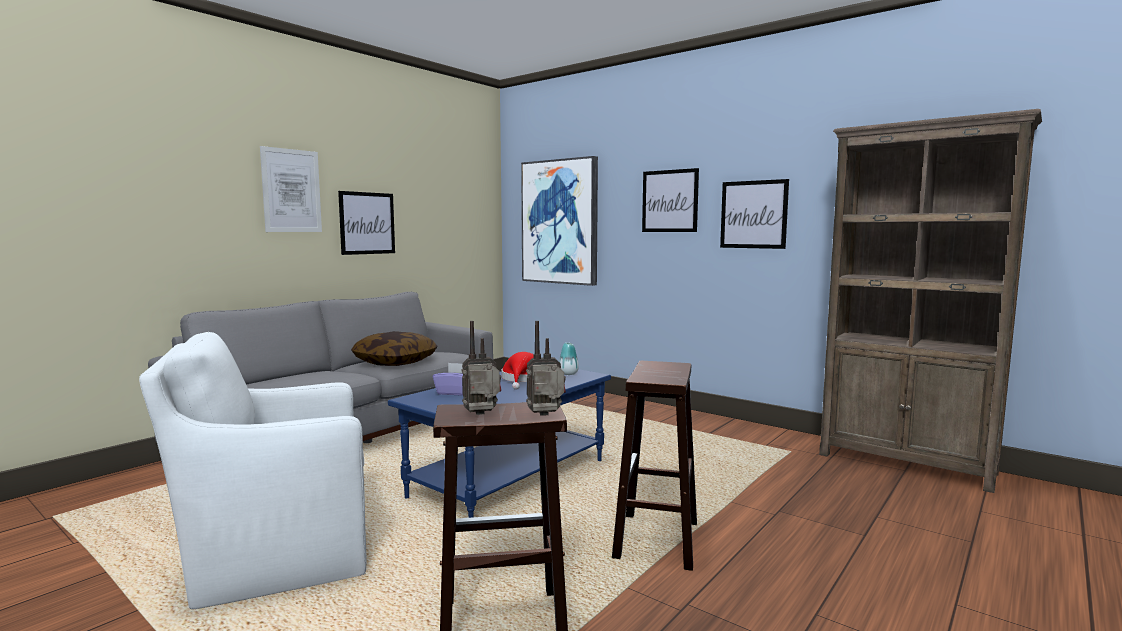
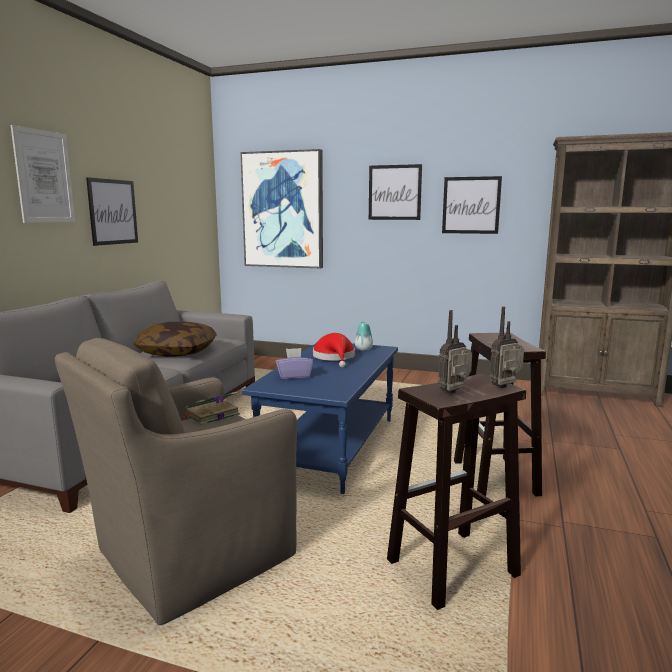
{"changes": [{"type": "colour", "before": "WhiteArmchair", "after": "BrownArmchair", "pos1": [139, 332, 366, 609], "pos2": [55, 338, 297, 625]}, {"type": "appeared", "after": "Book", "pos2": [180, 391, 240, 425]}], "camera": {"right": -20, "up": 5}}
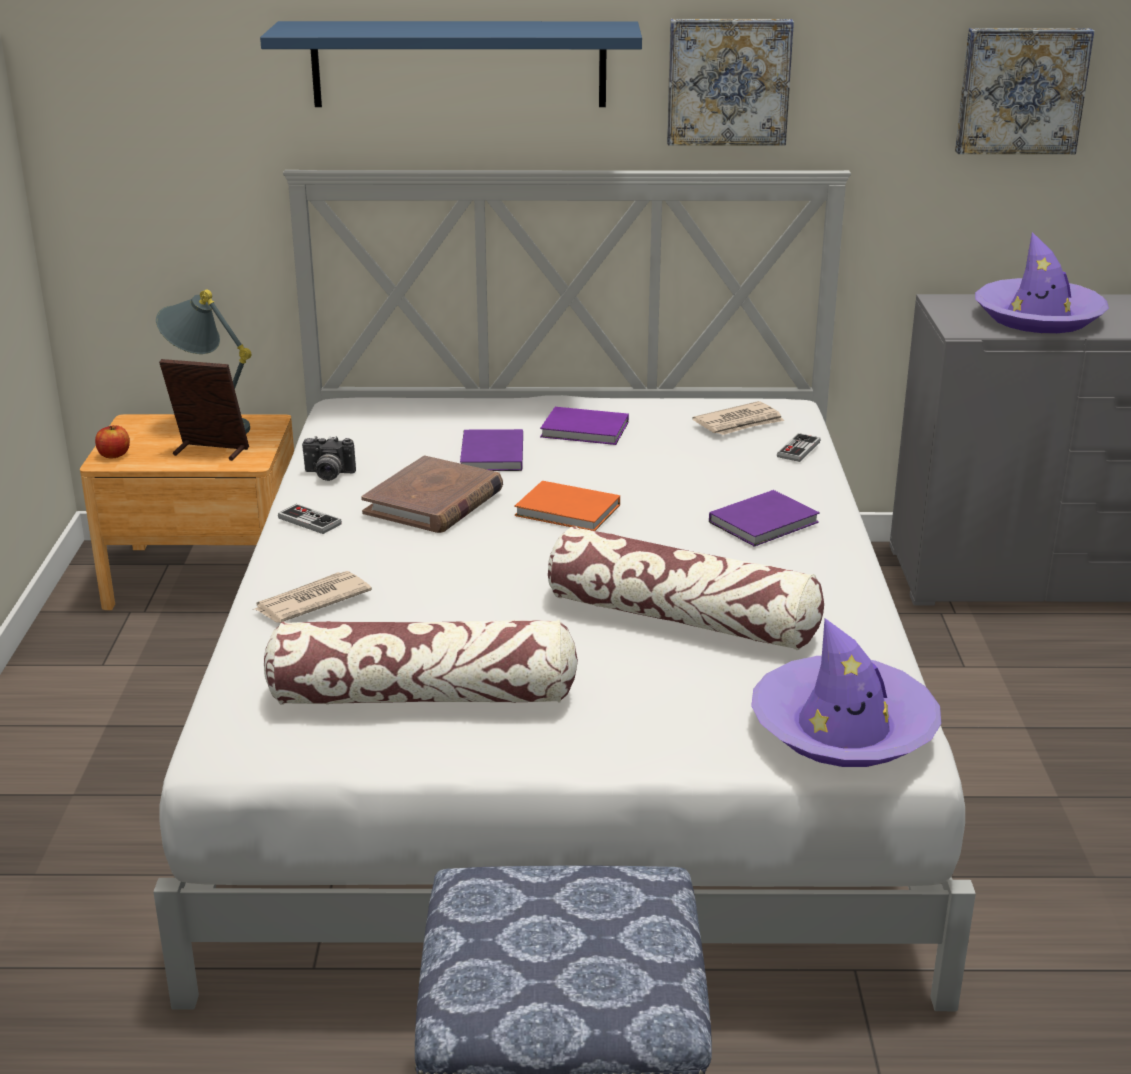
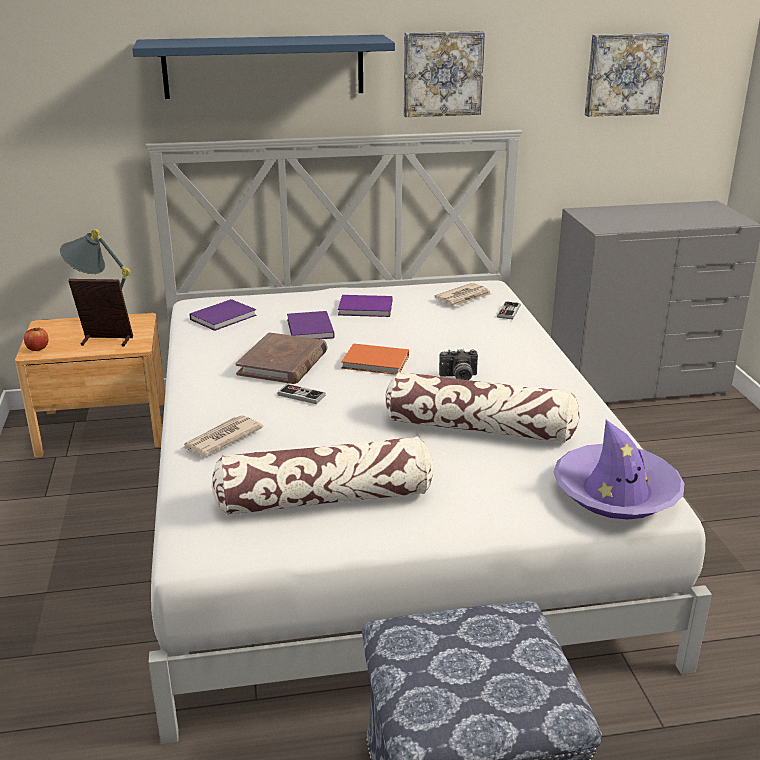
{"changes": [{"type": "relocated", "before": "GameController", "pos1": [278, 504, 342, 534], "pos2": [277, 384, 326, 404]}, {"type": "relocated", "before": "PhotoCamera", "pos1": [302, 436, 356, 481], "pos2": [439, 349, 478, 380]}, {"type": "relocated", "before": "PurpleBook", "pos1": [709, 490, 820, 547], "pos2": [190, 299, 257, 331]}, {"type": "missing", "before": "PurpleHat", "pos1": [975, 232, 1109, 333]}], "camera": {"right": -10, "up": 0}}
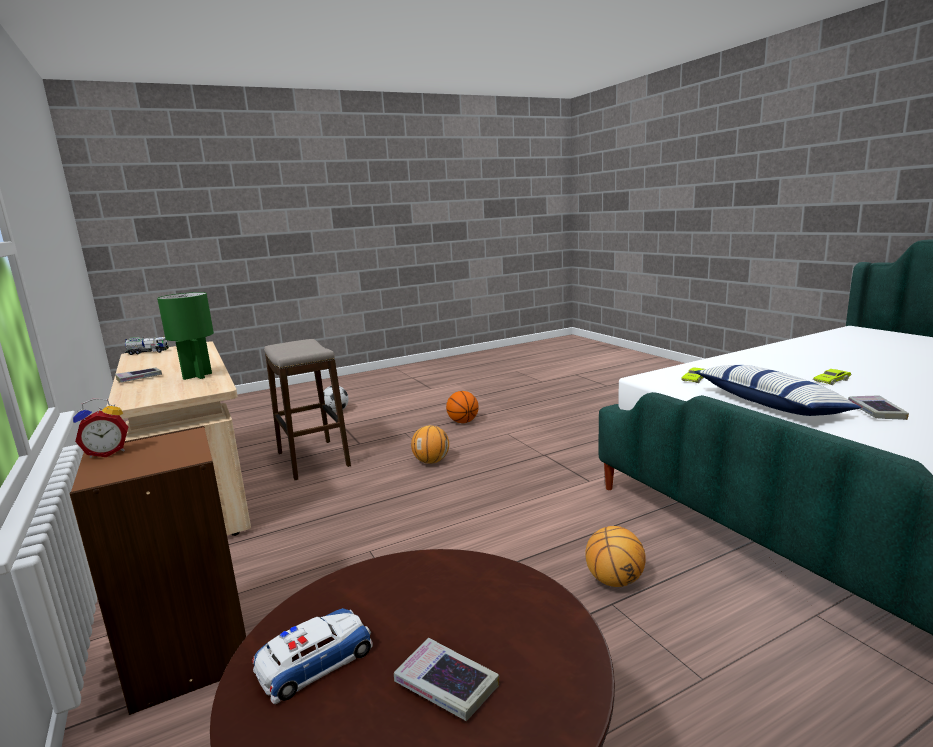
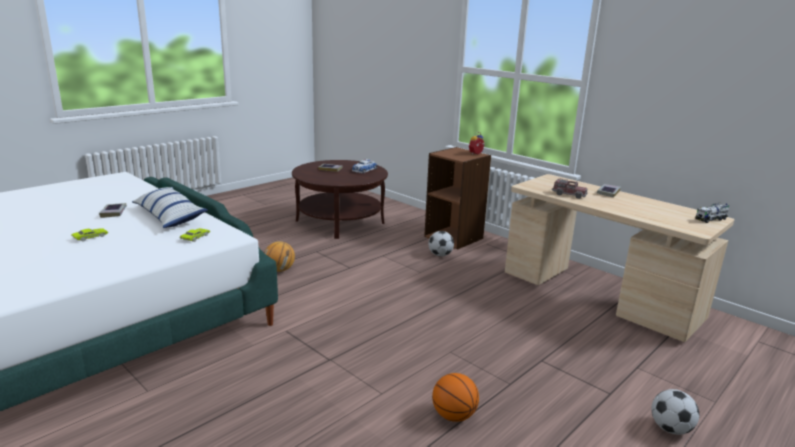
{"changes": [{"type": "exchanged", "before": "GreenTableLamp", "after": "ToyTruck", "pos1": [157, 292, 214, 380], "pos2": [552, 178, 588, 199]}, {"type": "missing", "before": "Stool", "pos1": [264, 339, 351, 480]}, {"type": "missing", "before": "Basketball", "pos1": [411, 425, 449, 464]}, {"type": "appeared", "after": "Football", "pos2": [428, 231, 454, 257]}], "camera": {"right": 160, "up": 5}}
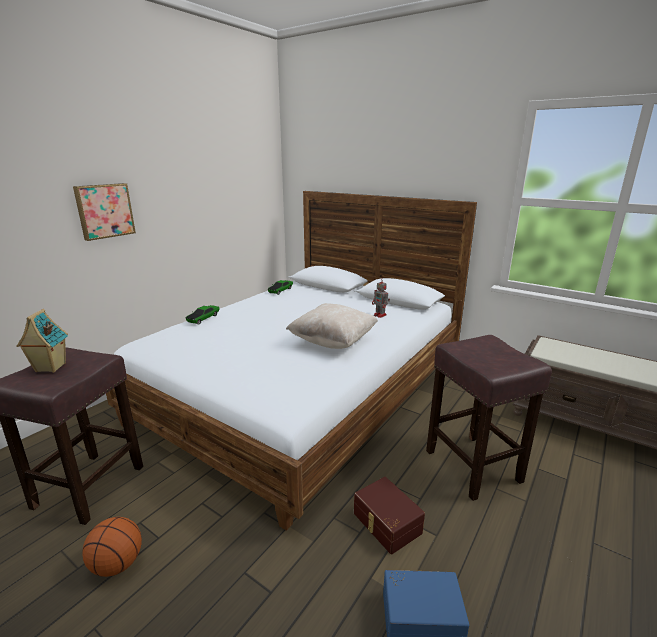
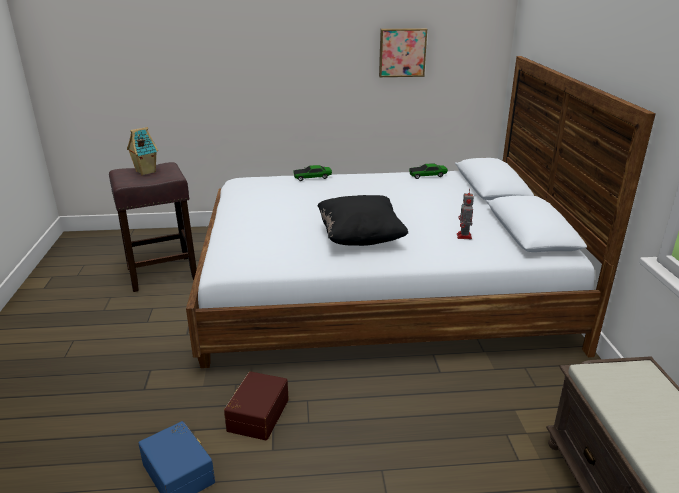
{"changes": [{"type": "relocated", "before": "Picture", "pos1": [73, 183, 136, 241], "pos2": [379, 28, 427, 77]}, {"type": "missing", "before": "Basketball", "pos1": [82, 517, 142, 577]}, {"type": "colour", "before": "BeigePillow", "after": "BlackPillow", "pos1": [286, 303, 378, 349], "pos2": [318, 195, 408, 246]}, {"type": "missing", "before": "BrownStool", "pos1": [426, 335, 552, 501]}], "camera": {"right": 50, "up": 5}}
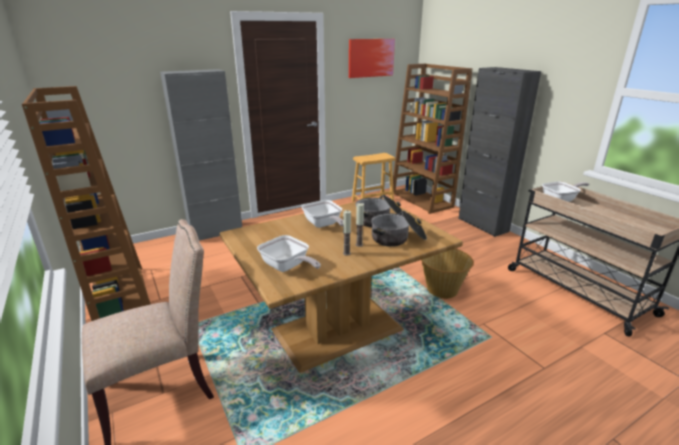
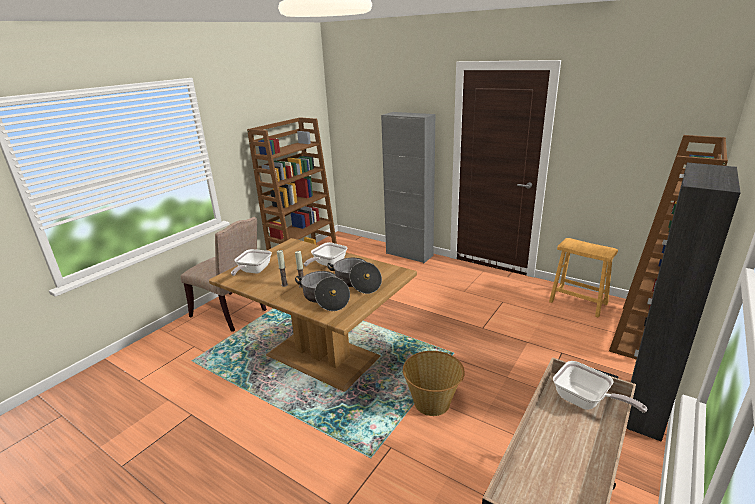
{"changes": [{"type": "missing", "before": "Picture", "pos1": [349, 39, 395, 78]}], "camera": {"right": 65, "up": 0}}
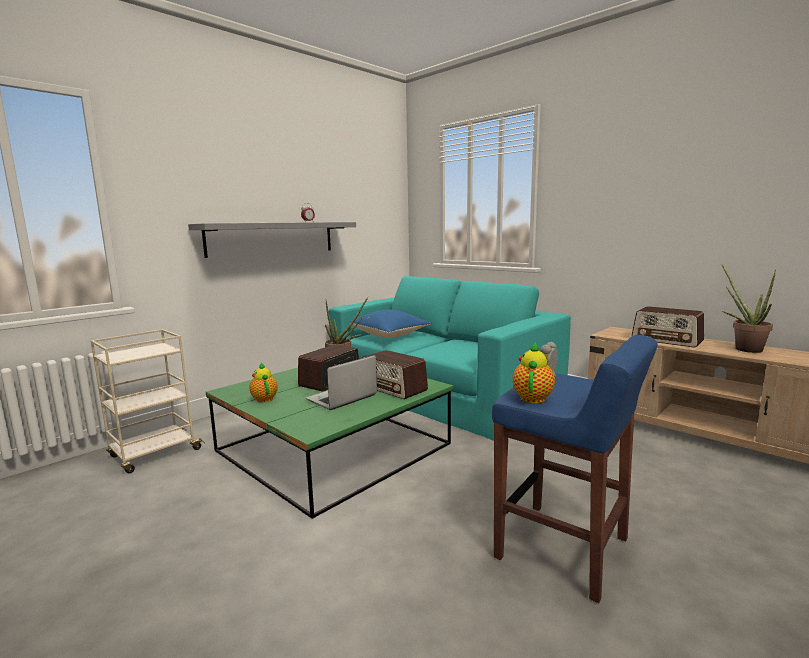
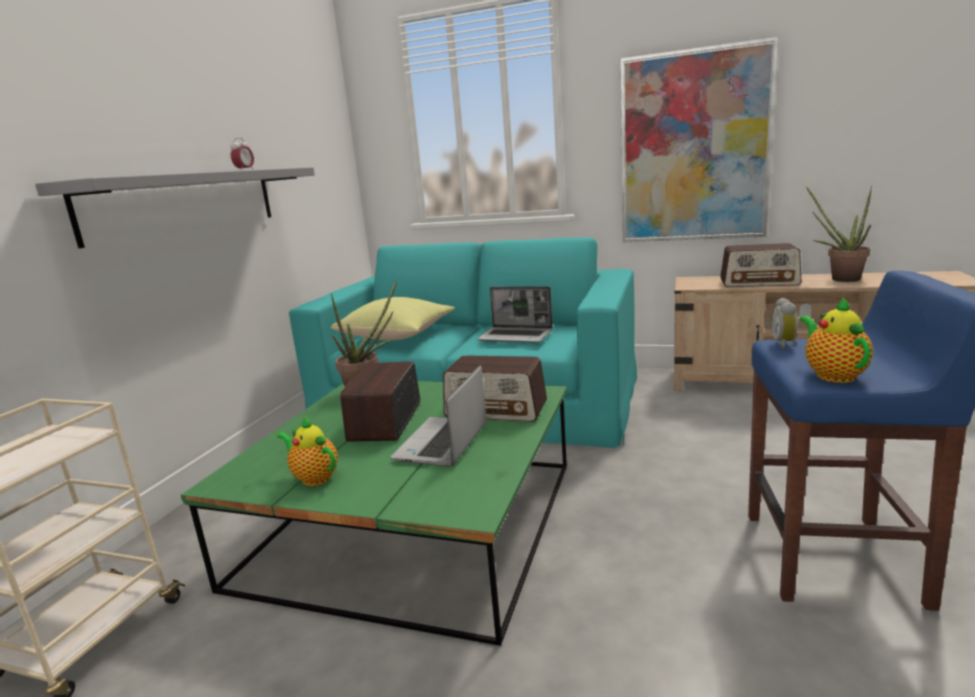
{"changes": [{"type": "colour", "before": "BluePillow", "after": "YellowPillow", "pos1": [349, 310, 432, 338], "pos2": [331, 297, 455, 340]}, {"type": "appeared", "after": "Laptop", "pos2": [477, 286, 553, 343]}, {"type": "appeared", "after": "Picture", "pos2": [621, 37, 778, 242]}], "camera": {"right": -25, "up": 5}}
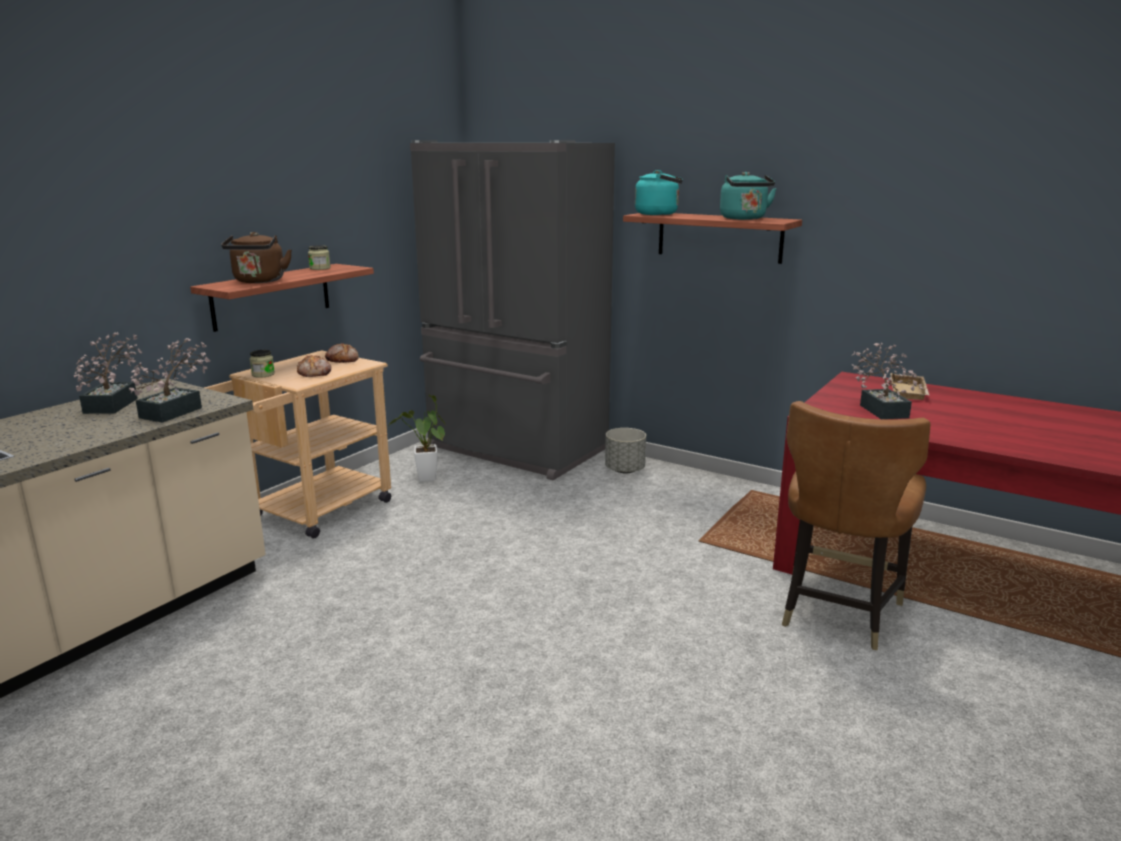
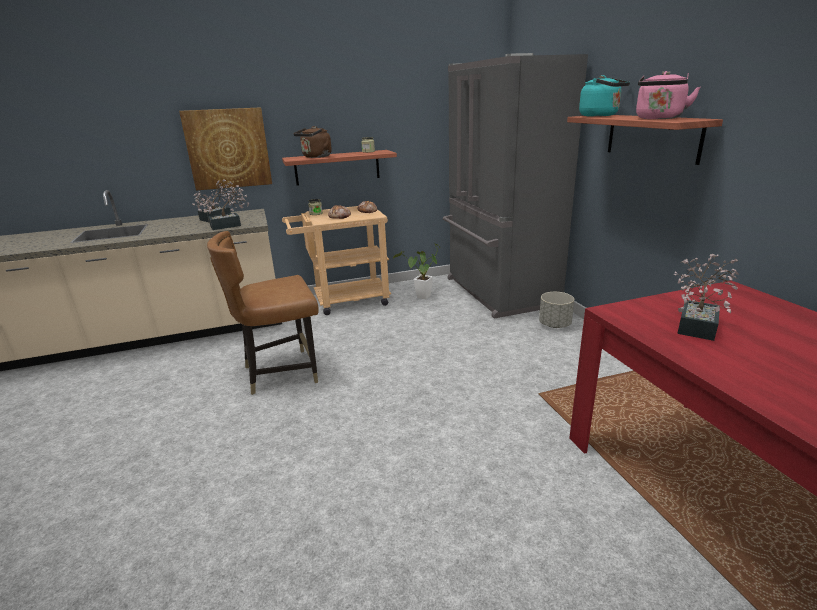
{"changes": [{"type": "colour", "before": "TurquoiseKettle", "after": "PinkKettle", "pos1": [720, 172, 777, 220], "pos2": [636, 71, 701, 119]}, {"type": "relocated", "before": "BrownChair", "pos1": [782, 401, 931, 650], "pos2": [207, 231, 318, 395]}, {"type": "missing", "before": "BeigeTray", "pos1": [890, 373, 929, 400]}, {"type": "appeared", "after": "Picture", "pos2": [179, 107, 272, 190]}], "camera": {"right": 40, "up": 5}}
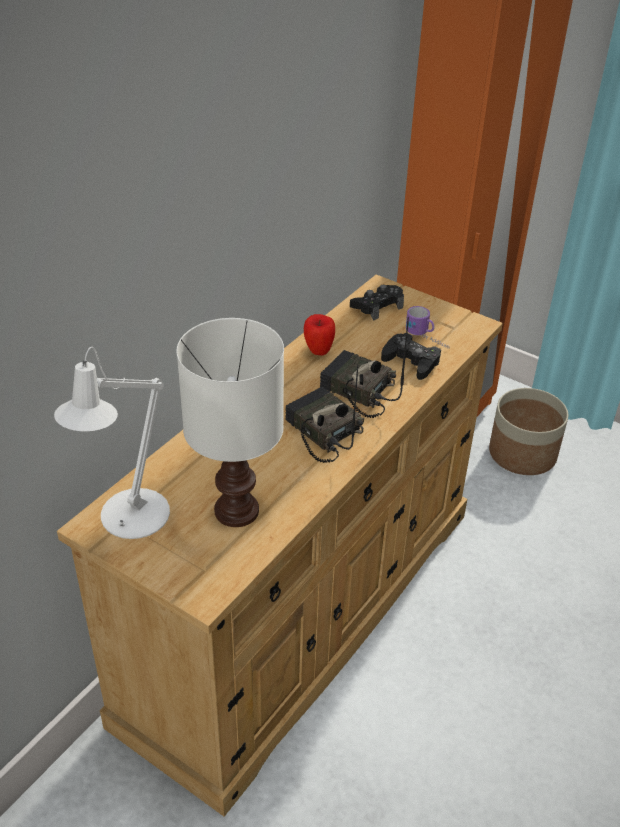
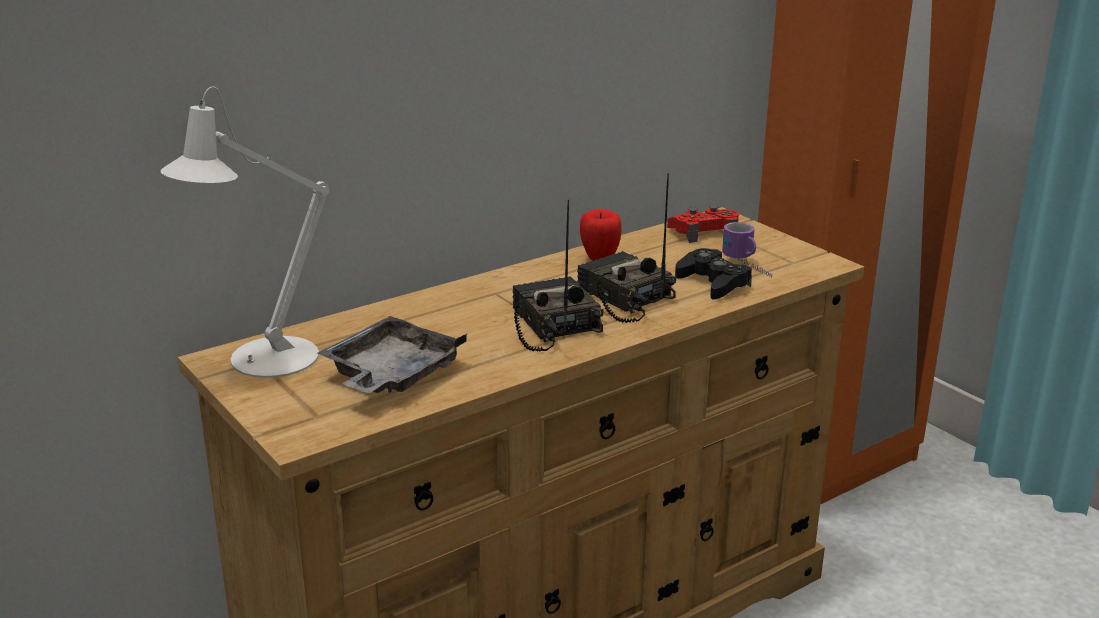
{"changes": [{"type": "exchanged", "before": "WhiteTableLamp", "after": "GreyTray", "pos1": [177, 318, 284, 527], "pos2": [318, 316, 467, 393]}, {"type": "colour", "before": "BlackGameController", "after": "RedGameController", "pos1": [350, 285, 404, 321], "pos2": [667, 205, 739, 243]}, {"type": "missing", "before": "Planter", "pos1": [489, 388, 568, 475]}], "camera": {"right": 20, "up": -15}}
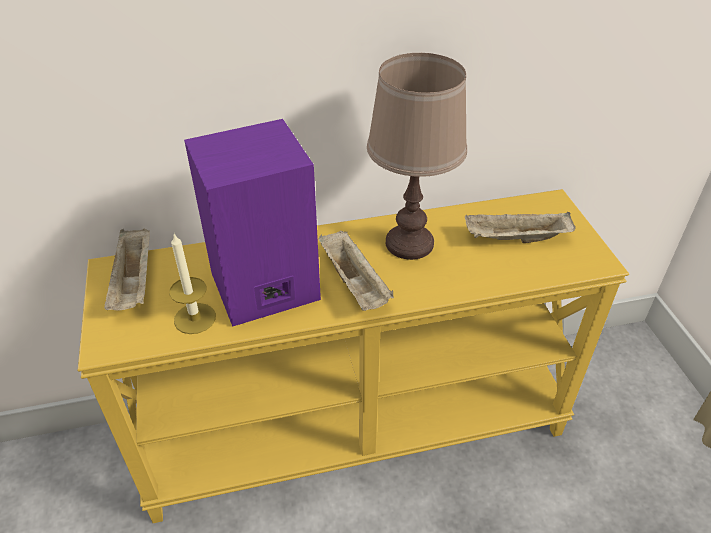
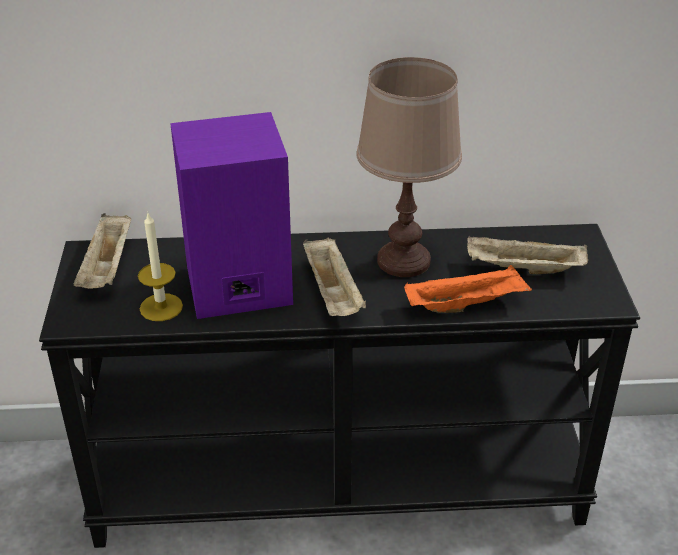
{"changes": [{"type": "colour", "before": "YellowConsoleTable", "after": "BlackConsoleTable", "pos1": [78, 189, 629, 523], "pos2": [39, 224, 640, 548]}, {"type": "appeared", "after": "OrangeTray", "pos2": [404, 265, 532, 313]}], "camera": {"right": 10, "up": -5}}
